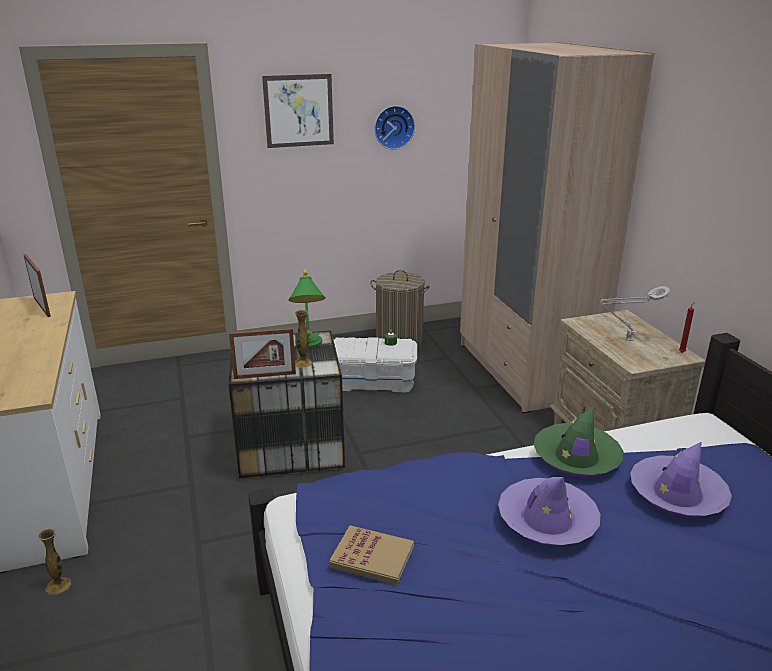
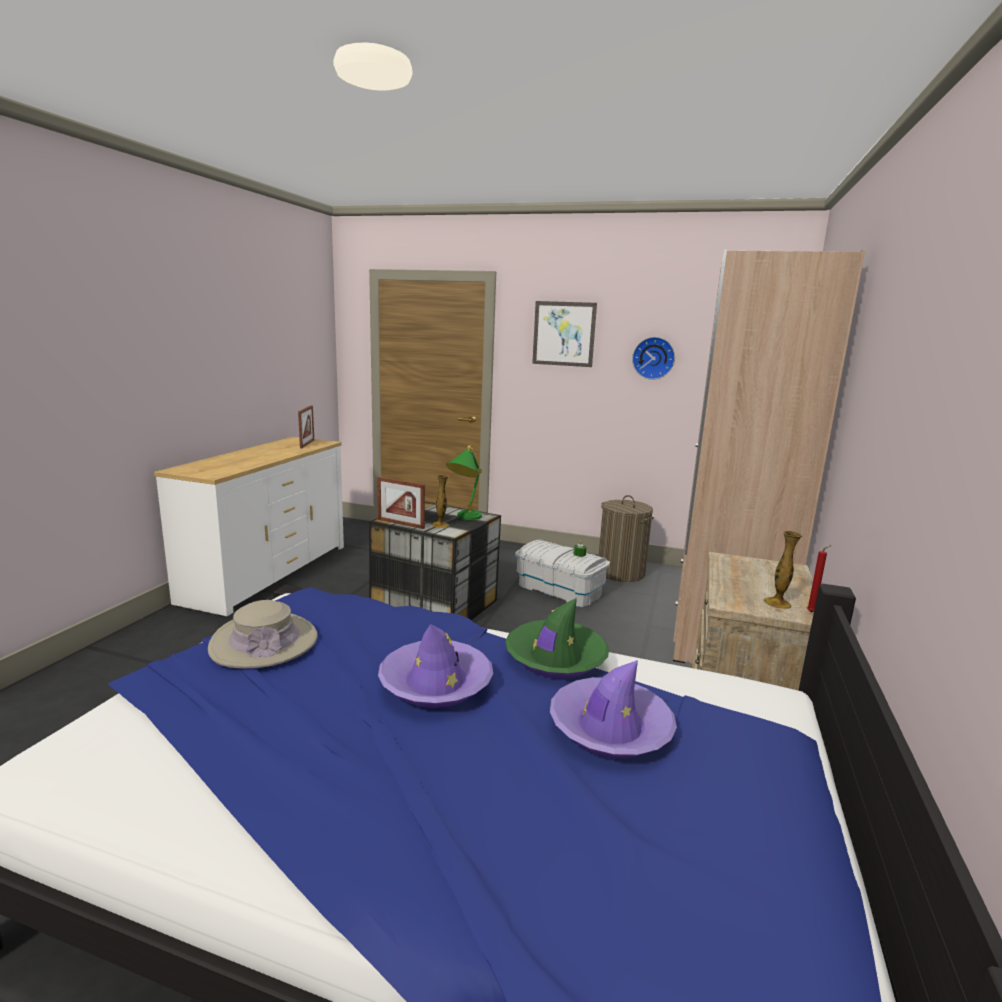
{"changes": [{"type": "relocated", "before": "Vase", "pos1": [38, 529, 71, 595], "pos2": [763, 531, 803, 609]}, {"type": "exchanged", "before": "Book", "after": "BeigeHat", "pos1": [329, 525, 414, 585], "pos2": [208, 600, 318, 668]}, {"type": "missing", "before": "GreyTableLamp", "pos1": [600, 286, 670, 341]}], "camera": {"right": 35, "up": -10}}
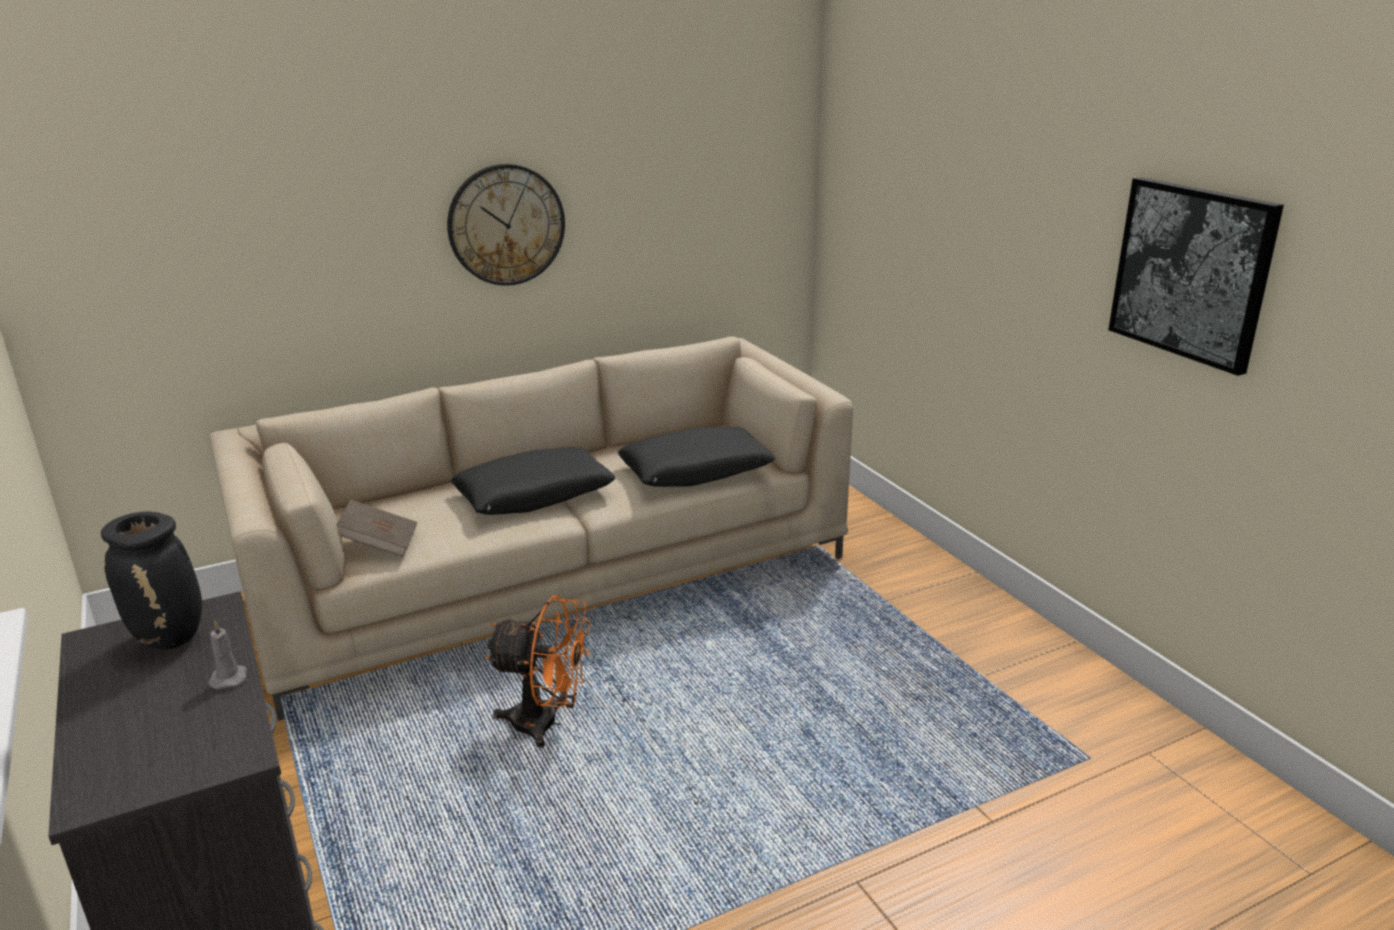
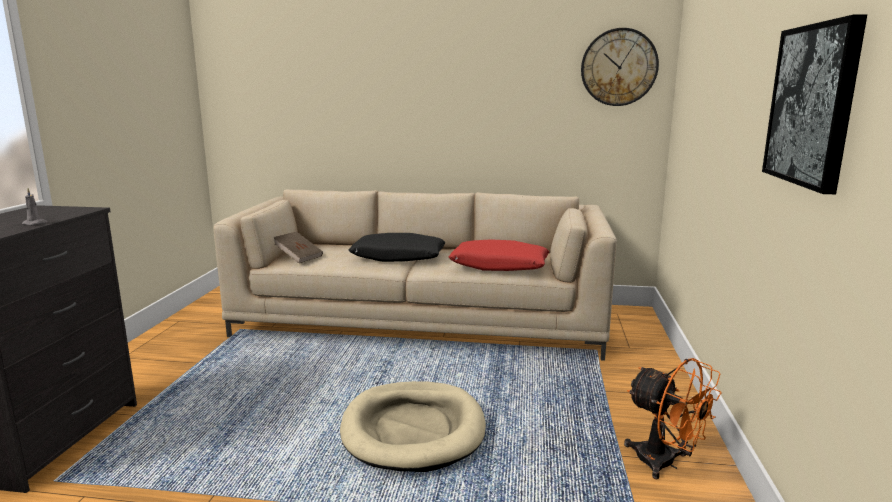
{"changes": [{"type": "missing", "before": "BlackVase", "pos1": [101, 511, 202, 649]}, {"type": "relocated", "before": "WallClock", "pos1": [447, 164, 565, 286], "pos2": [581, 28, 659, 106]}, {"type": "relocated", "before": "OrangeFan", "pos1": [485, 596, 591, 748], "pos2": [624, 358, 722, 479]}, {"type": "colour", "before": "BlackPillow", "after": "RedPillow", "pos1": [618, 427, 775, 487], "pos2": [449, 239, 549, 271]}, {"type": "appeared", "after": "BeigeDogBed", "pos2": [340, 381, 486, 472]}], "camera": {"right": 35, "up": -10}}
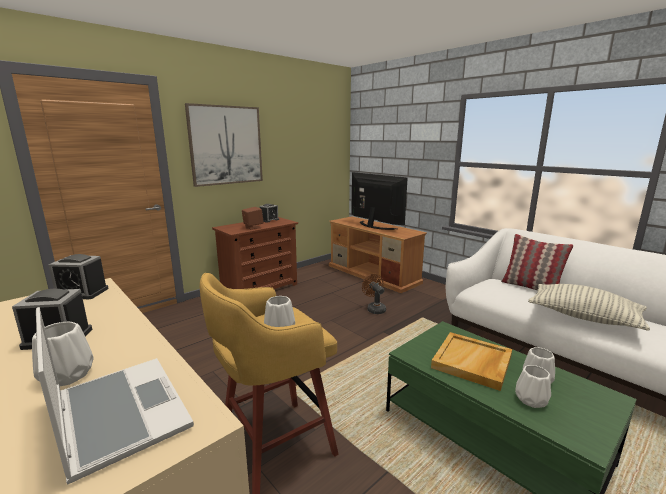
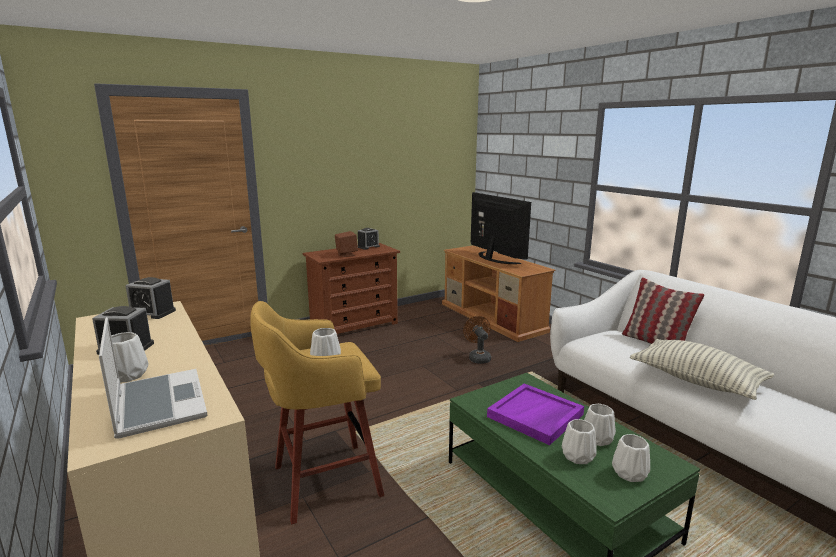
{"changes": [{"type": "missing", "before": "Picture", "pos1": [185, 103, 263, 187]}, {"type": "colour", "before": "BeigeTray", "after": "PurpleTray", "pos1": [431, 332, 512, 391], "pos2": [487, 384, 584, 445]}, {"type": "appeared", "after": "WhiteVase", "pos2": [612, 434, 650, 482]}], "camera": {"right": 10, "up": 0}}
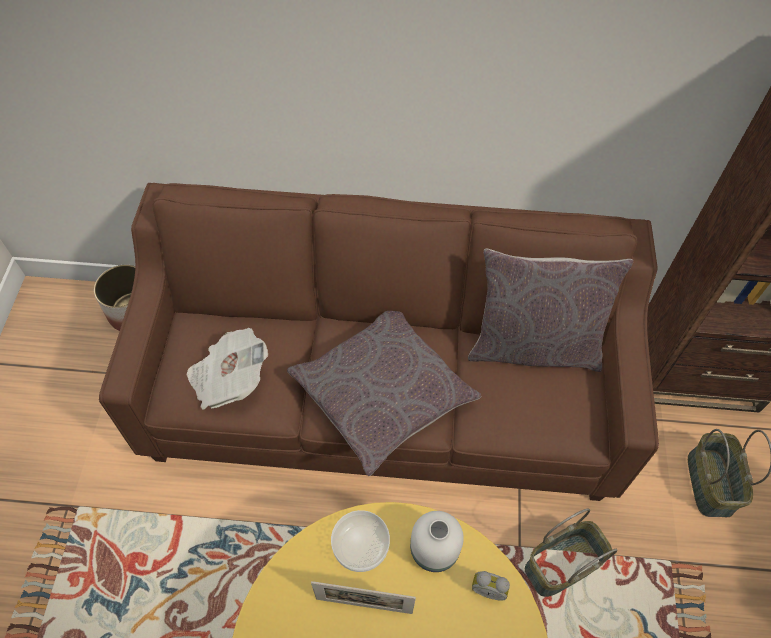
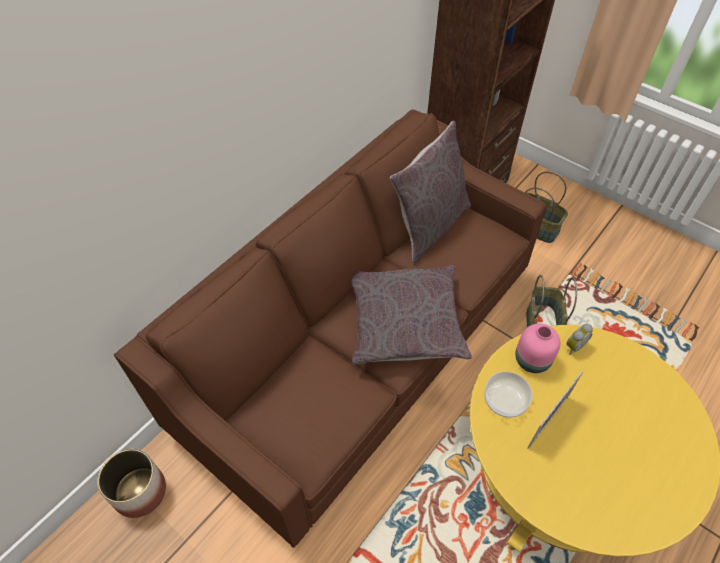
{"changes": [{"type": "missing", "before": "Newspaper", "pos1": [187, 328, 268, 410]}, {"type": "colour", "before": "WhiteVase", "after": "PinkVase", "pos1": [410, 511, 464, 572], "pos2": [515, 323, 560, 373]}], "camera": {"right": -55, "up": -5}}
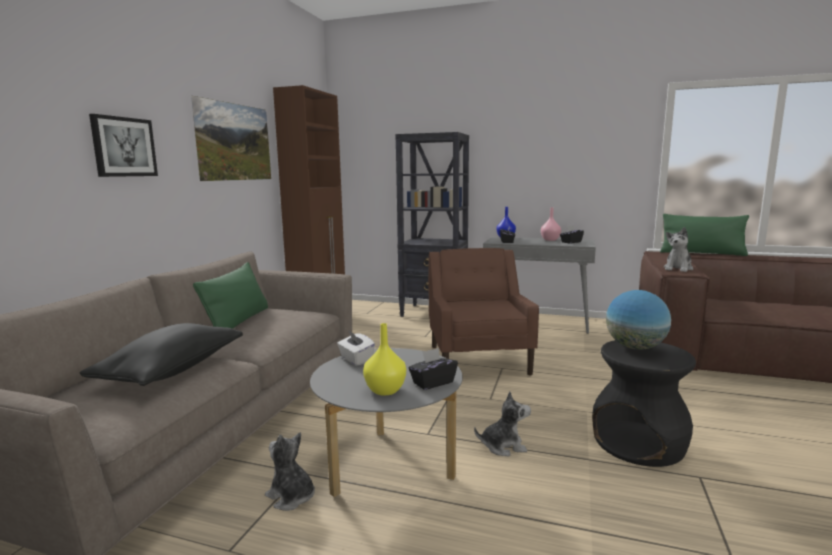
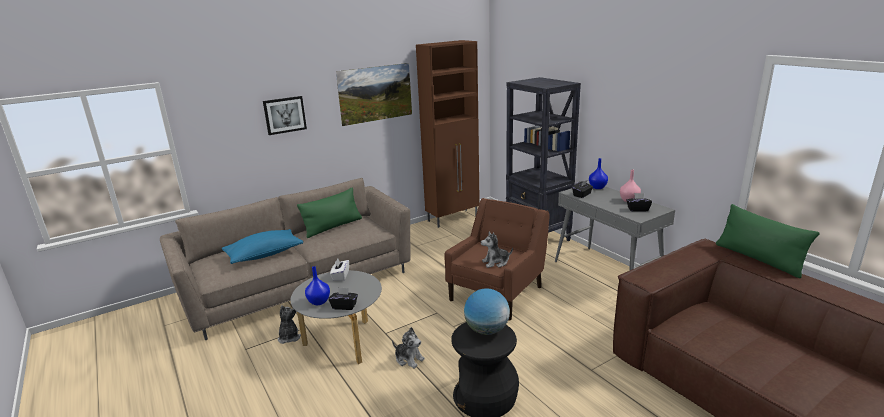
{"changes": [{"type": "colour", "before": "BlackPillow", "after": "BluePillow", "pos1": [80, 323, 243, 386], "pos2": [222, 229, 303, 264]}, {"type": "colour", "before": "YellowVase", "after": "BlueVase", "pos1": [363, 323, 406, 396], "pos2": [305, 266, 330, 305]}, {"type": "relocated", "before": "PlushToy", "pos1": [664, 227, 693, 272], "pos2": [481, 232, 513, 268]}], "camera": {"right": 40, "up": 10}}
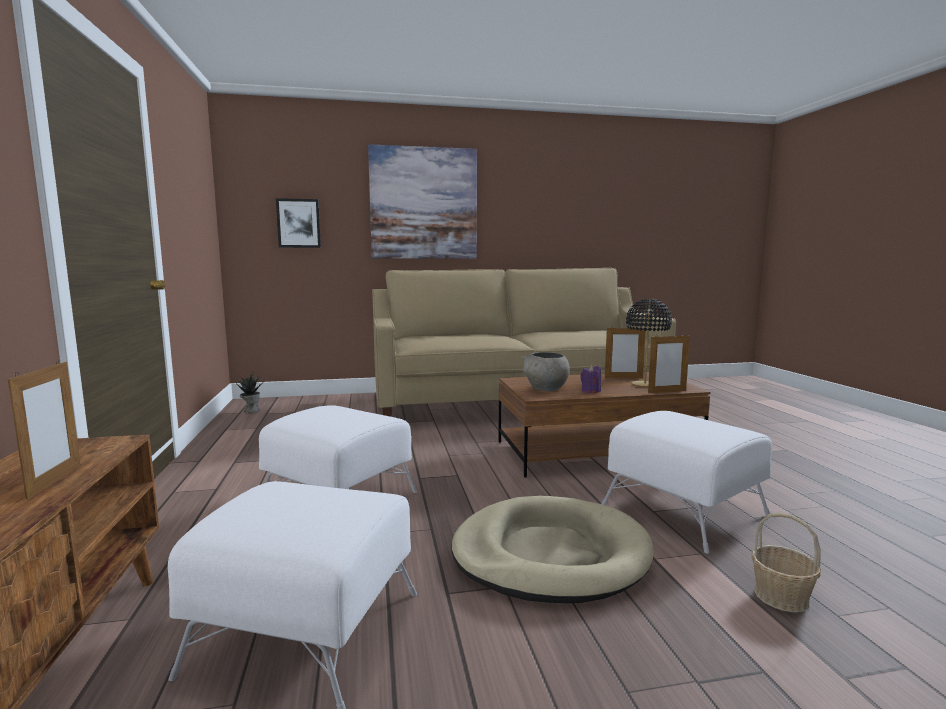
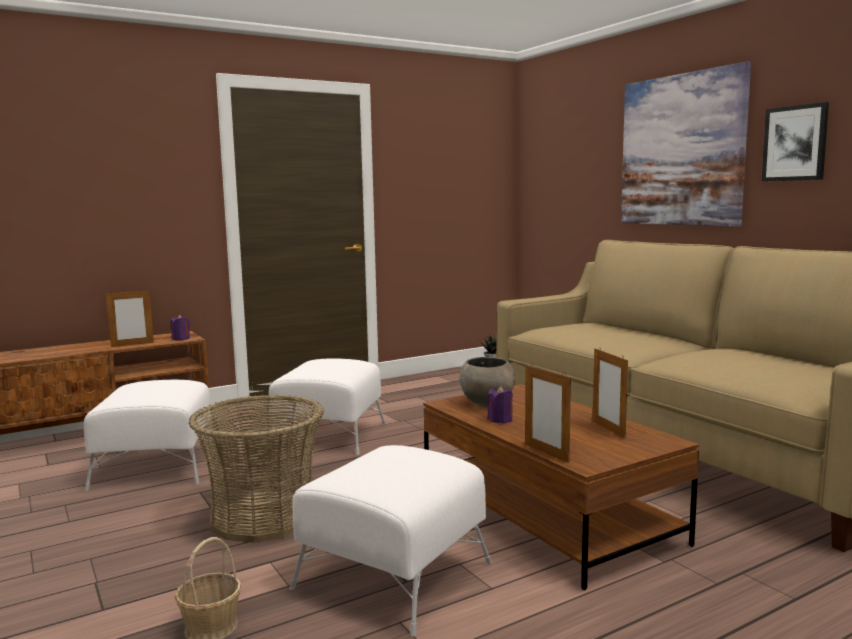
{"changes": [{"type": "relocated", "before": "Picture", "pos1": [276, 198, 321, 248], "pos2": [762, 102, 829, 181]}, {"type": "exchanged", "before": "BeigeDogBed", "after": "Basket", "pos1": [452, 496, 654, 603], "pos2": [189, 394, 324, 543]}, {"type": "missing", "before": "BlackTableLamp", "pos1": [626, 299, 672, 388]}, {"type": "appeared", "after": "PurpleCandle", "pos2": [171, 314, 190, 340]}], "camera": {"right": 70, "up": 0}}
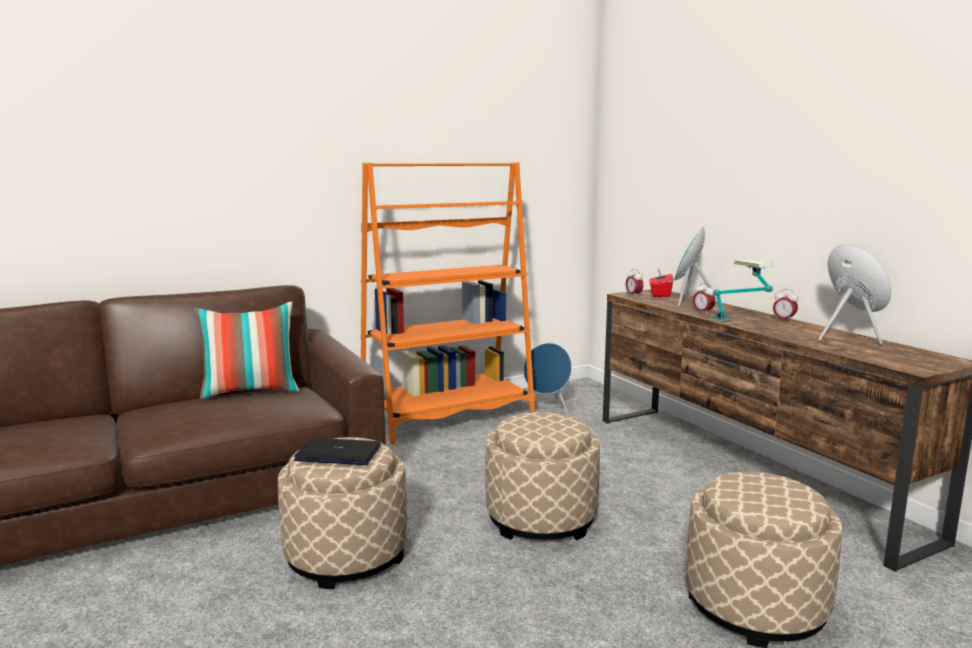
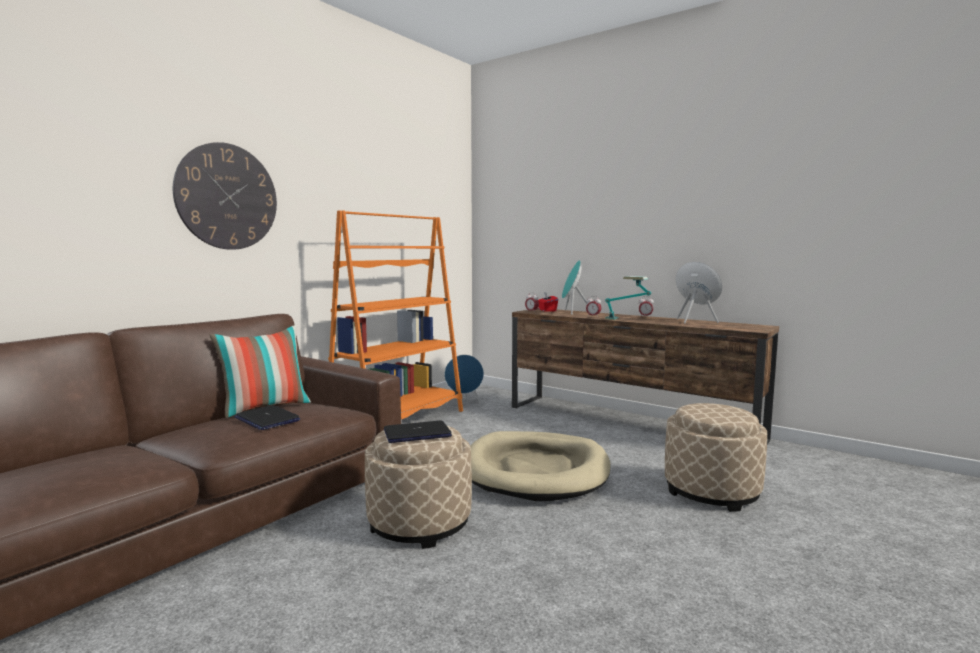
{"changes": [{"type": "exchanged", "before": "BeigeOttoman", "after": "BeigeDogBed", "pos1": [485, 412, 600, 540], "pos2": [470, 431, 610, 501]}, {"type": "appeared", "after": "WallClock", "pos2": [173, 142, 277, 250]}, {"type": "appeared", "after": "Laptop", "pos2": [234, 405, 300, 430]}], "camera": {"right": -25, "up": -5}}
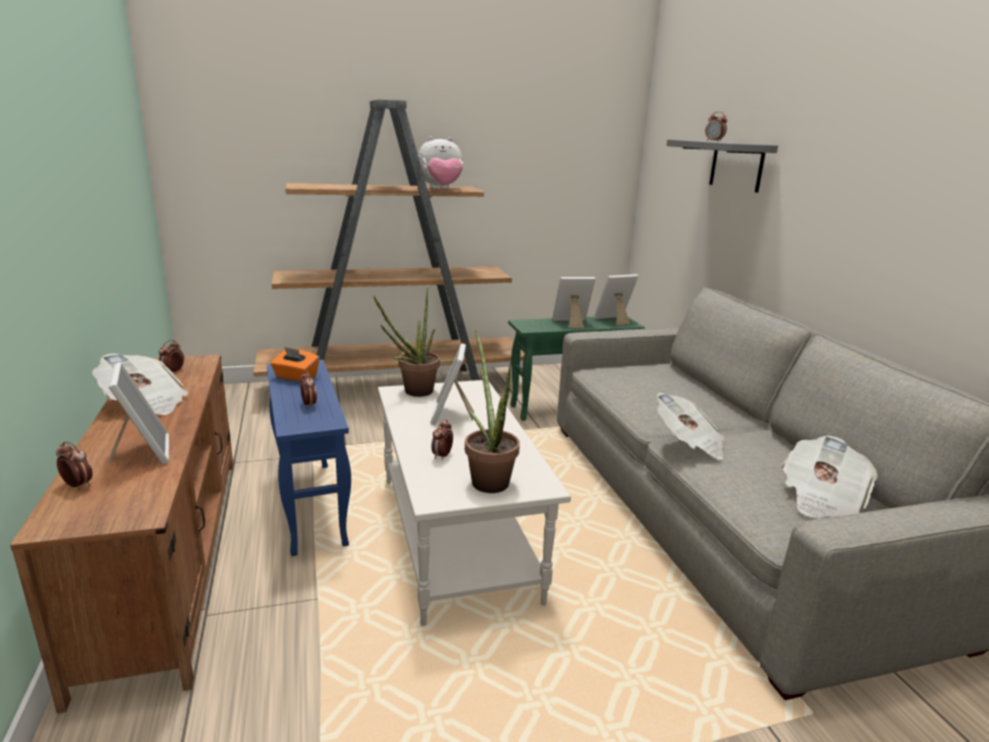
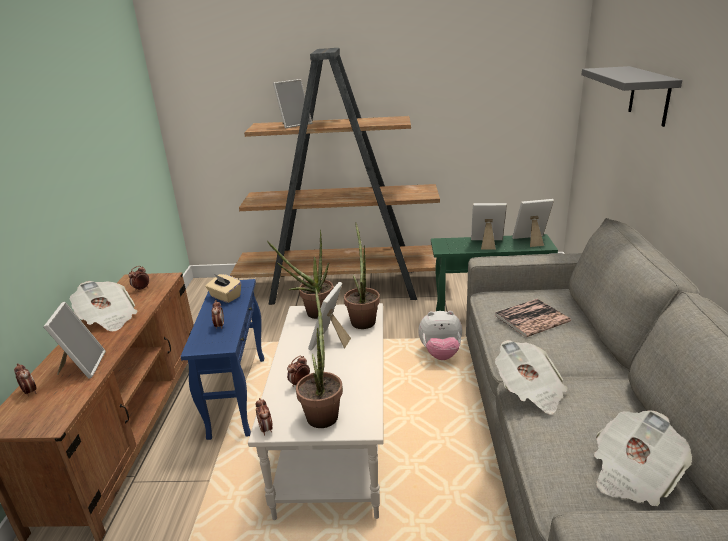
{"changes": [{"type": "colour", "before": "OrangeTissueBox", "after": "BeigeTissueBox", "pos1": [271, 347, 320, 382], "pos2": [205, 274, 241, 303]}, {"type": "relocated", "before": "PlushToy", "pos1": [418, 136, 463, 189], "pos2": [418, 311, 462, 360]}, {"type": "relocated", "before": "AlarmClock", "pos1": [705, 112, 727, 142], "pos2": [256, 398, 273, 436]}, {"type": "appeared", "after": "PictureFrame", "pos2": [273, 79, 312, 129]}, {"type": "appeared", "after": "PottedPlant", "pos2": [344, 222, 380, 329]}, {"type": "appeared", "after": "Book", "pos2": [495, 299, 571, 337]}], "camera": {"right": 20, "up": 5}}
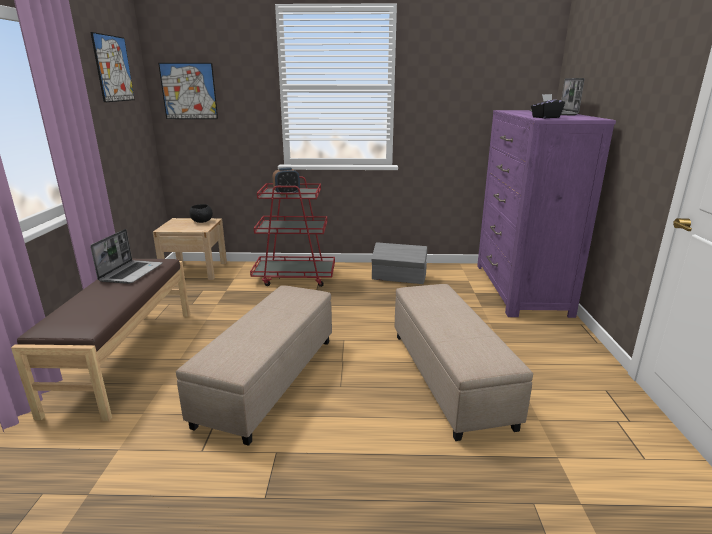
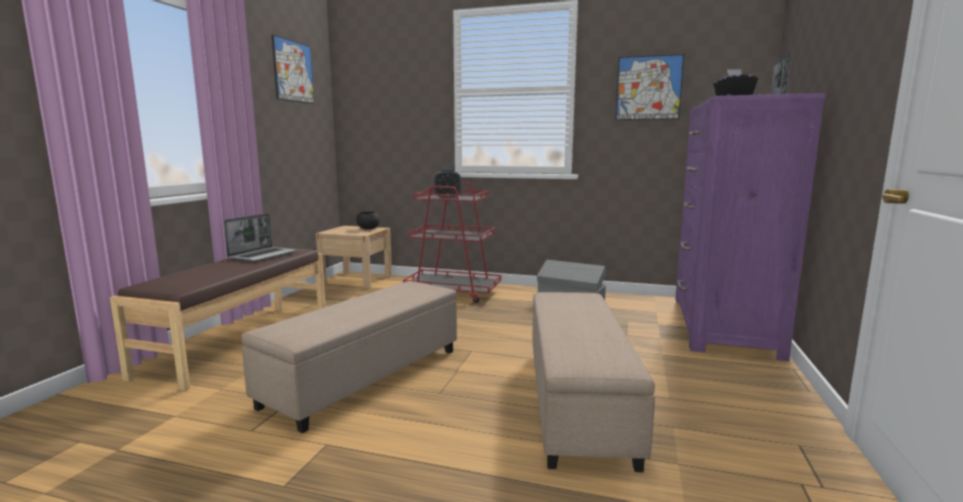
{"changes": [{"type": "relocated", "before": "Picture", "pos1": [158, 63, 218, 119], "pos2": [615, 54, 684, 120]}], "camera": {"right": 15, "up": -10}}
